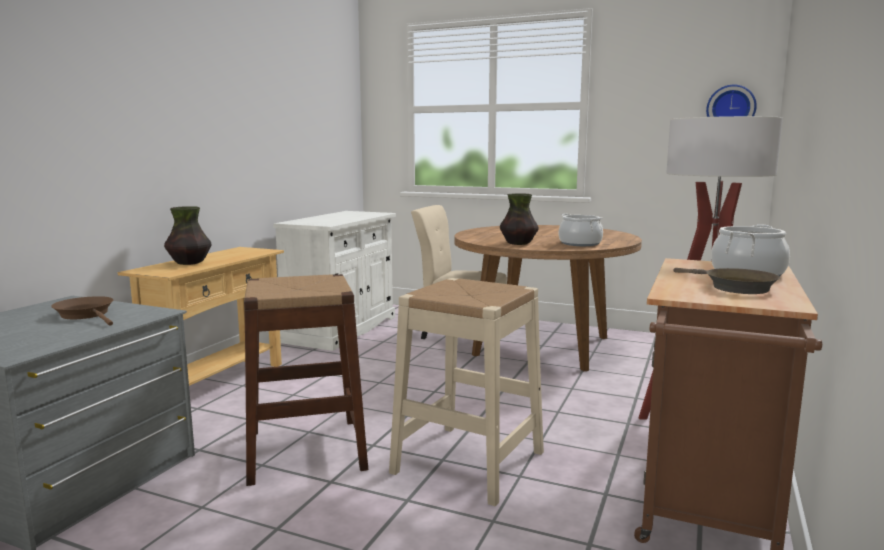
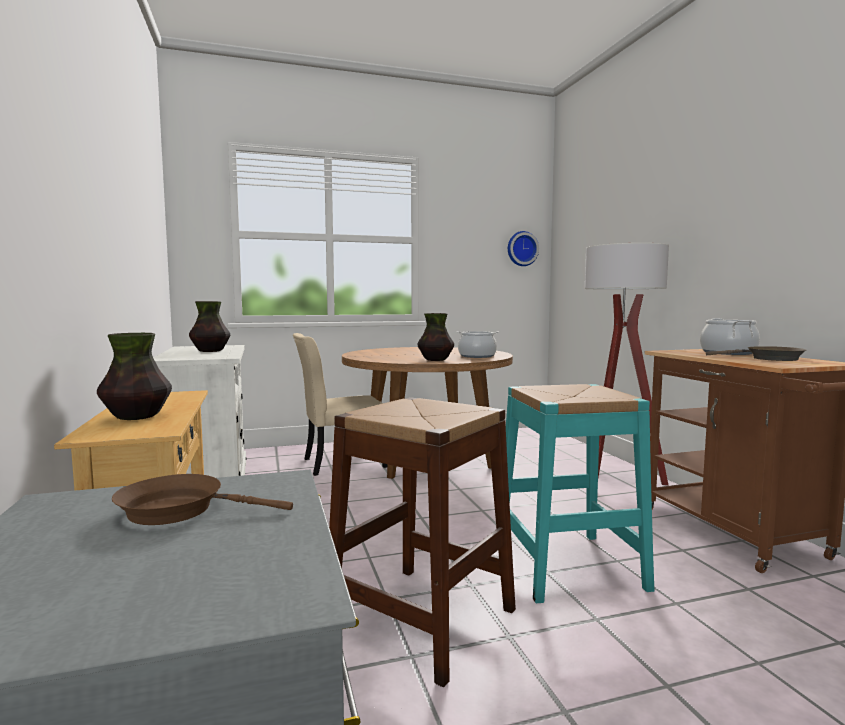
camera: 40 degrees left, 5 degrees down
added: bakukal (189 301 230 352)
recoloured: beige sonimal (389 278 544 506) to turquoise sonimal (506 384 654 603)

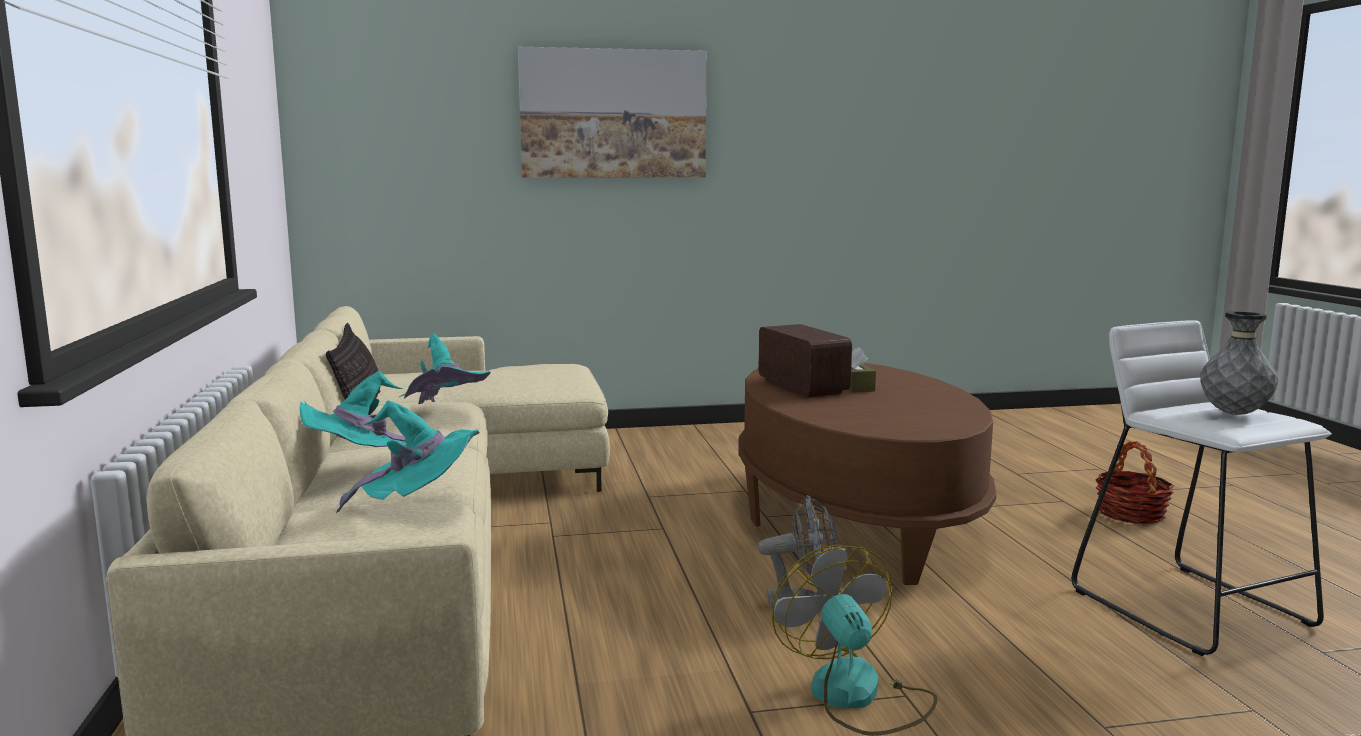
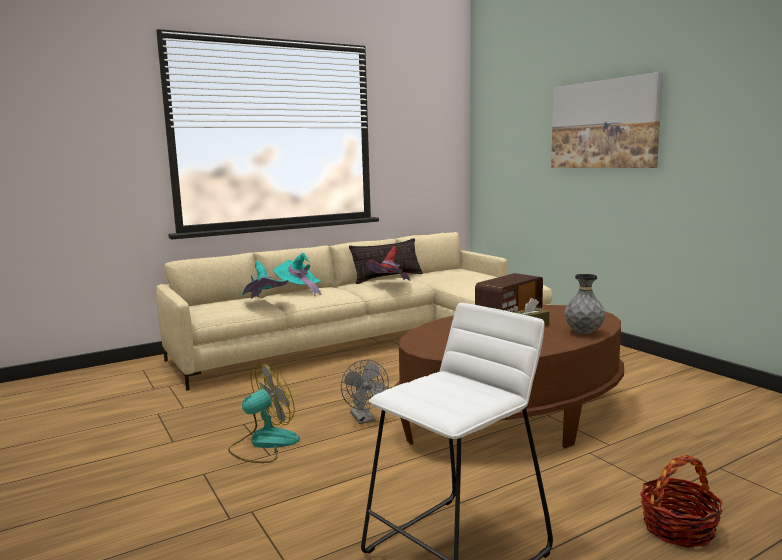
camera: 70 degrees right, 0 degrees up
moved: grey bakukal (1200 311 1278 415) to (564 274 605 334)
recoloured: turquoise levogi (399 334 491 404) to red levogi (366 246 411 281)

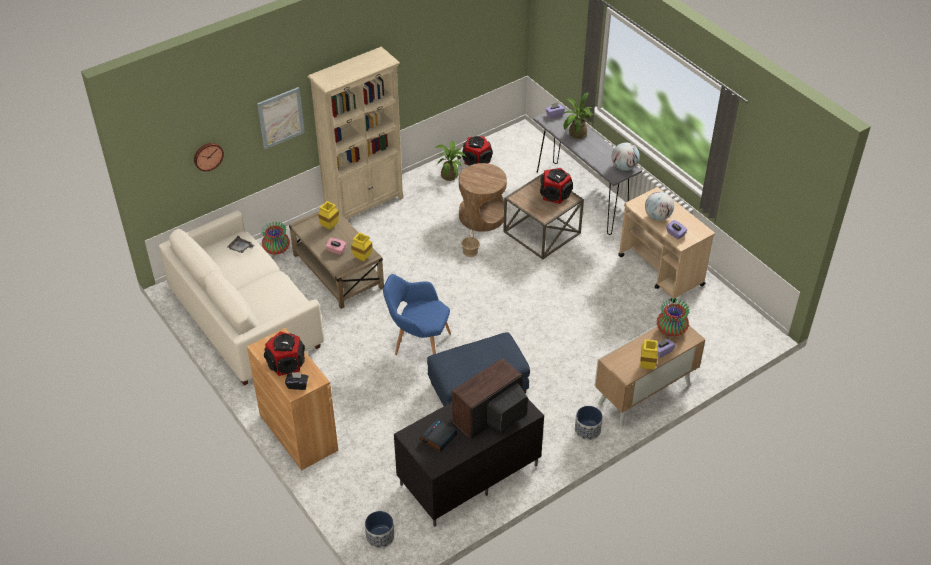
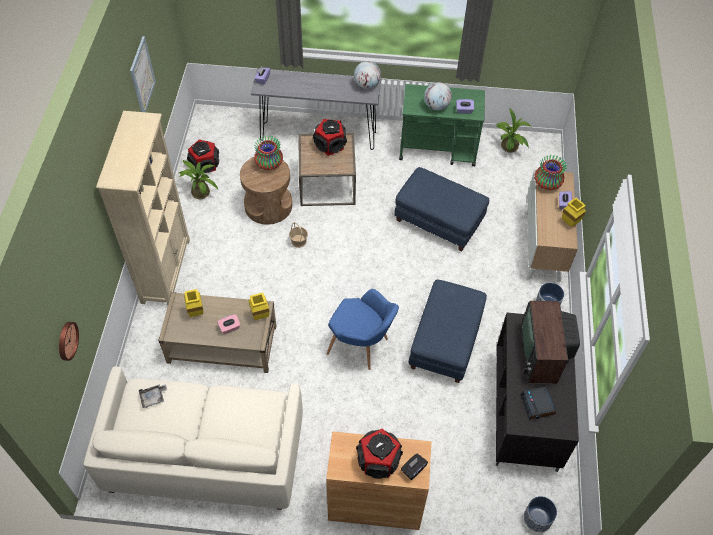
camera: 50 degrees left, 10 degrees up
added: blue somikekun (394 167 489 251)
moved: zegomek (257 87 305 149) to (130 36 156 112); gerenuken (563 92 594 139) to (496 109 531 152); bakukal (261 221 290 255) to (254 136 283 170)
recoloured: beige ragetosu (618 187 715 303) to green ragetosu (399 84 485 166)
turned: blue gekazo (383 274 451 355) = (327 289 399 370) 120 degrees counterclockwise

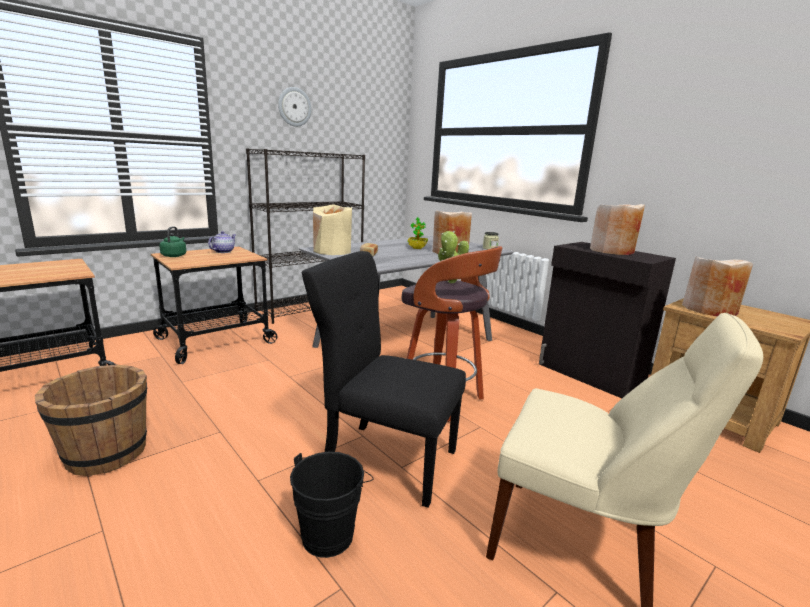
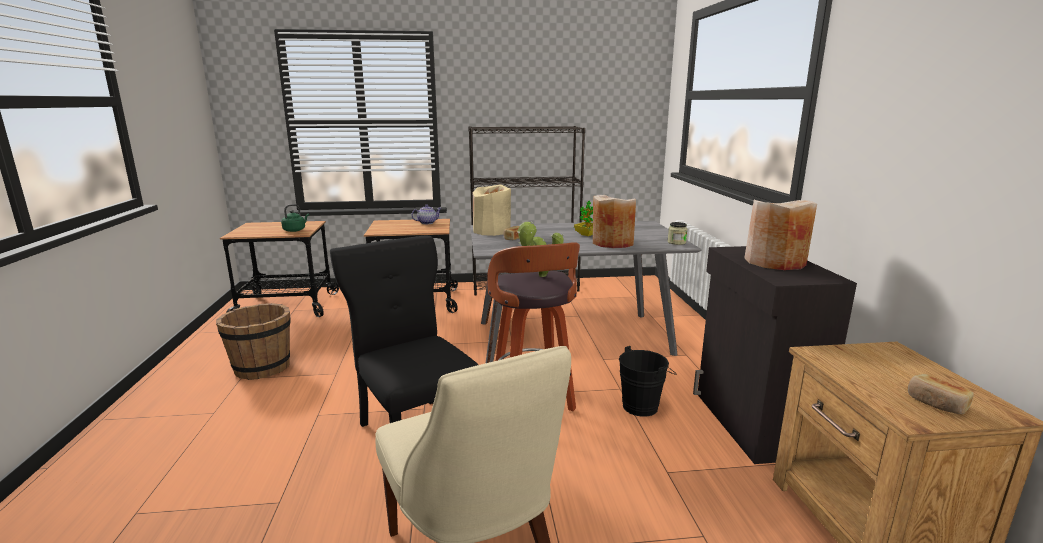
camera: 35 degrees right, 0 degrees up
removed: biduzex (278 87 312 127); beige bakukal (682 256 753 316)
added: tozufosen (908 374 974 414)
moved: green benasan (159 226 186 257) to (281 204 309 232); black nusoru (290 452 374 558) to (619 346 677 417)

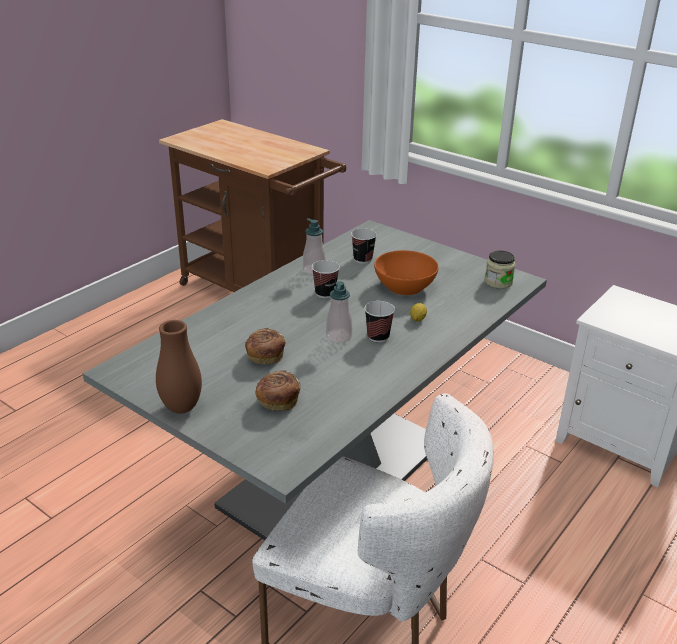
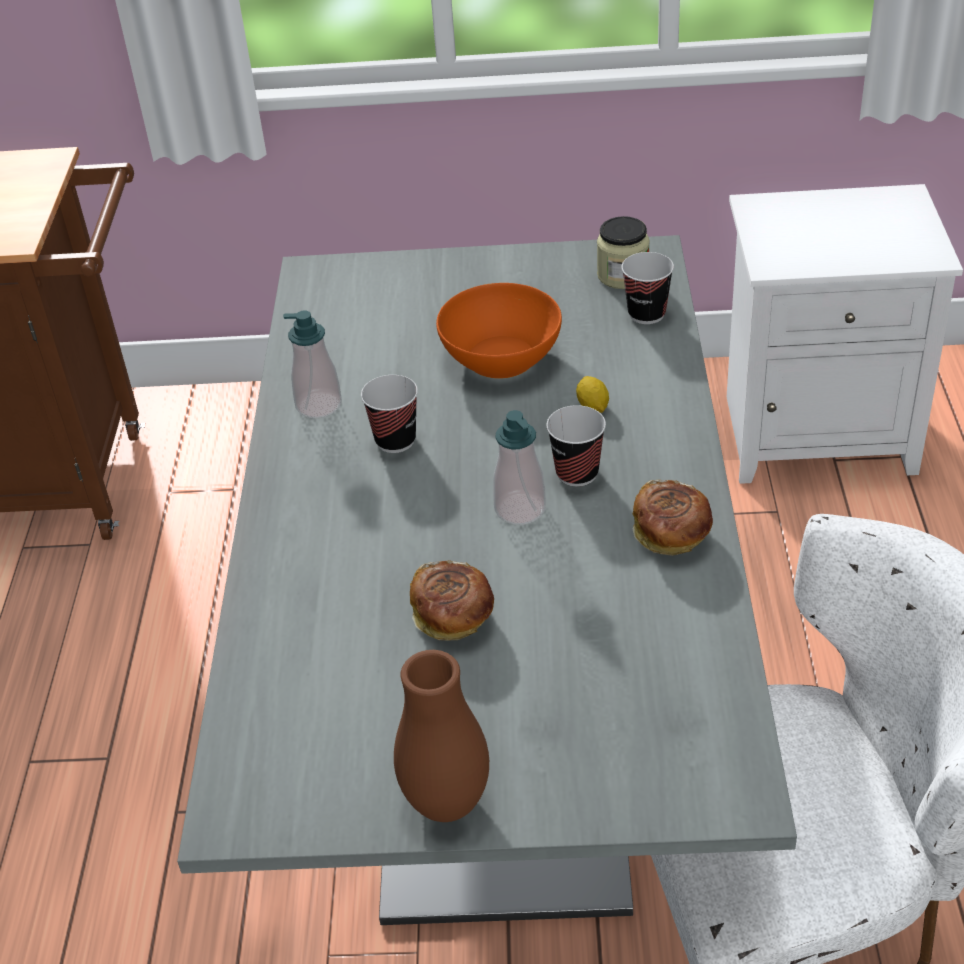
camera: 35 degrees left, 10 degrees up
moved: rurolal (351 228 377 264) to (621 252 674 324); tozufosen (255 370 300 411) to (632 480 713 556)

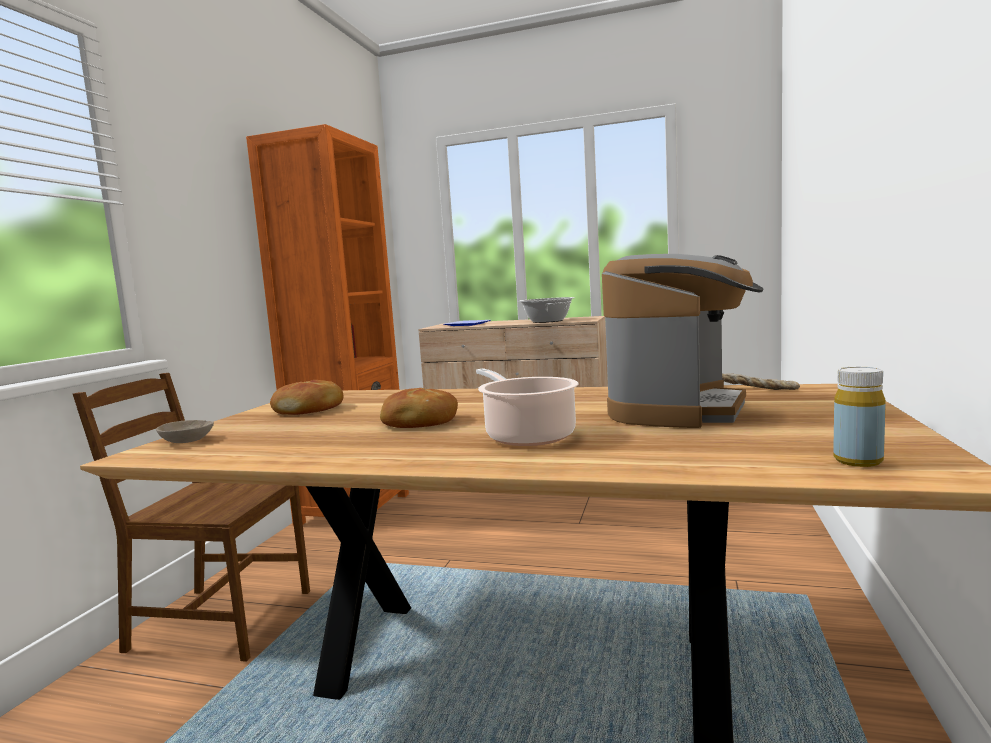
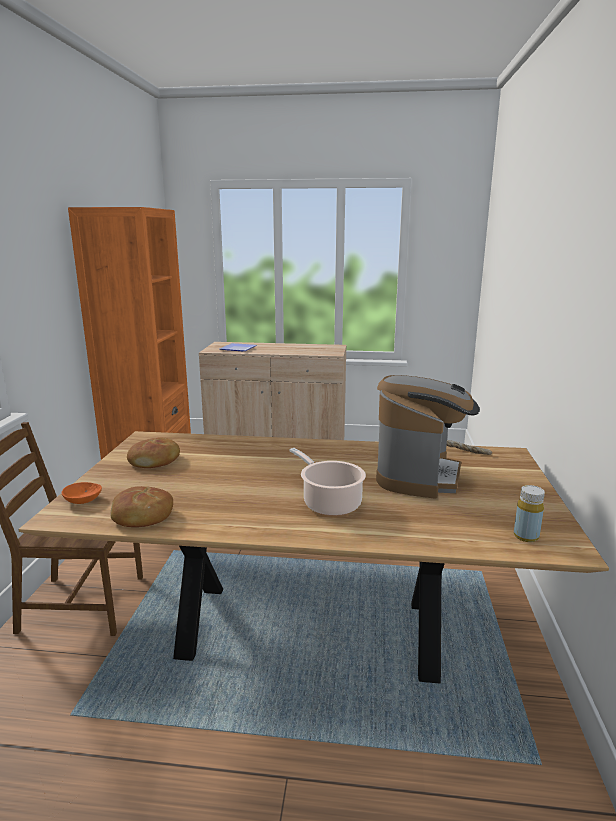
camera: 10 degrees left, 10 degrees up
removed: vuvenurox (519 297 574 323)
moved: tozufosen (380 388 458 428) to (111 486 173 527)
recoloured: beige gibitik (156 420 214 443) to orange gibitik (62 482 102 504)

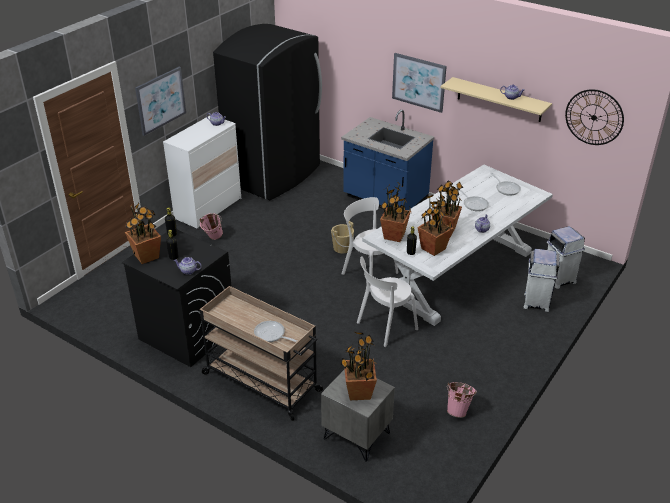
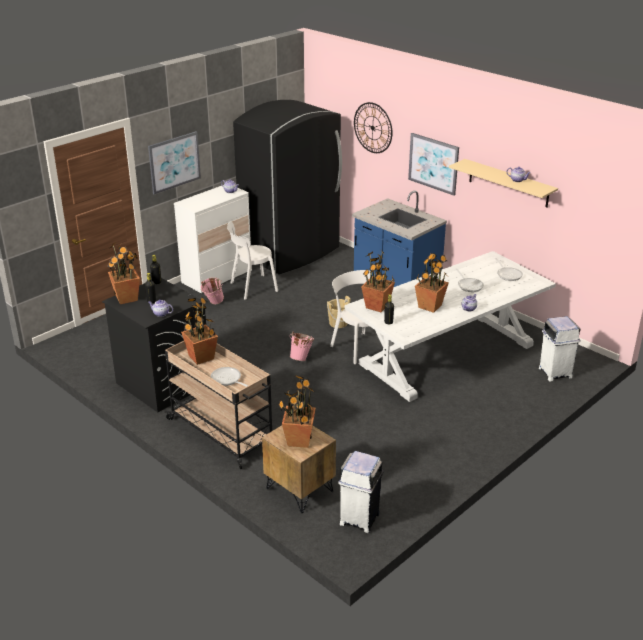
camera: 10 degrees right, 5 degrees down
moved: biduzex (565 89 624 145) to (354 102 392 153); gerenuken (417 194 453 256) to (181 296 218 365); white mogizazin (524 249 559 312) to (338 451 384 533); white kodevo (357 256 418 347) to (227 221 278 300); pink nusoru (447 382 476 418) to (290 331 314 361)
recoloured: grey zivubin (321 369 395 462) to brown zivubin (262 425 336 513)

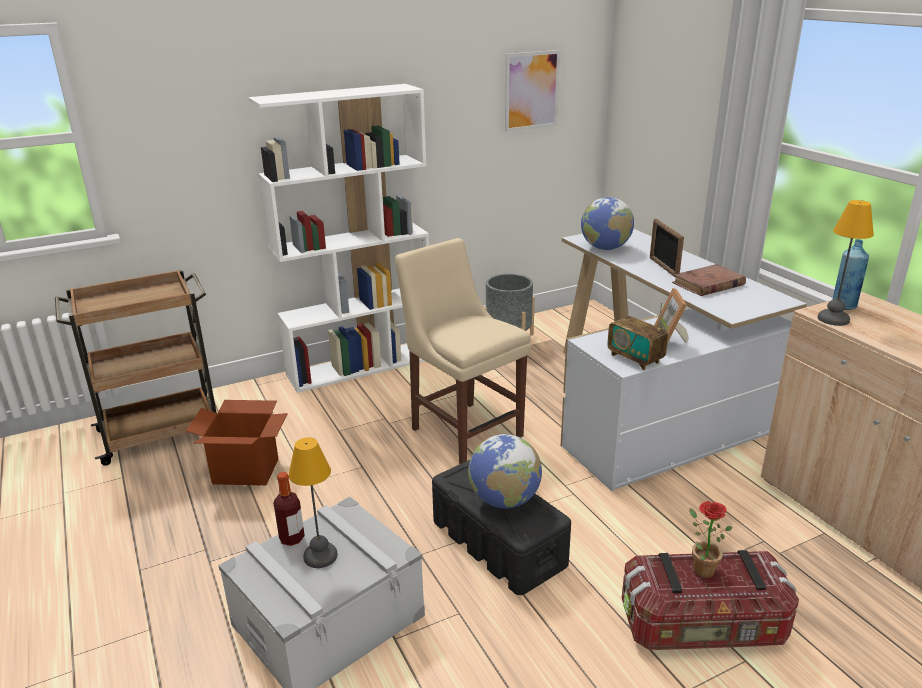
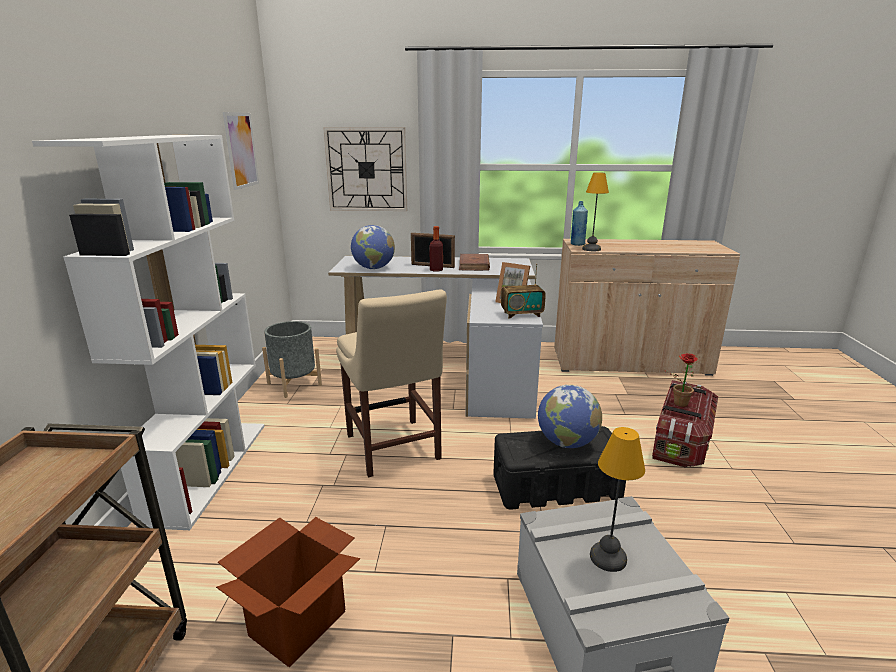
camera: 60 degrees left, 5 degrees down
added: biduzex (323 127 407 211)
moved: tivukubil (274 472 305 546) to (429 226 443 272)
turned: beige kodevo (395 238 531 464) = (336 290 447 477) 105 degrees counterclockwise

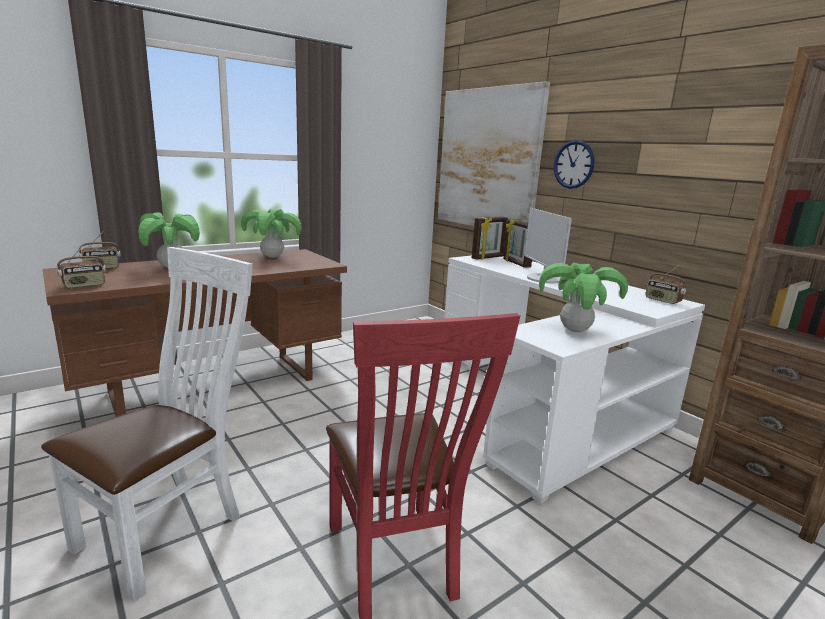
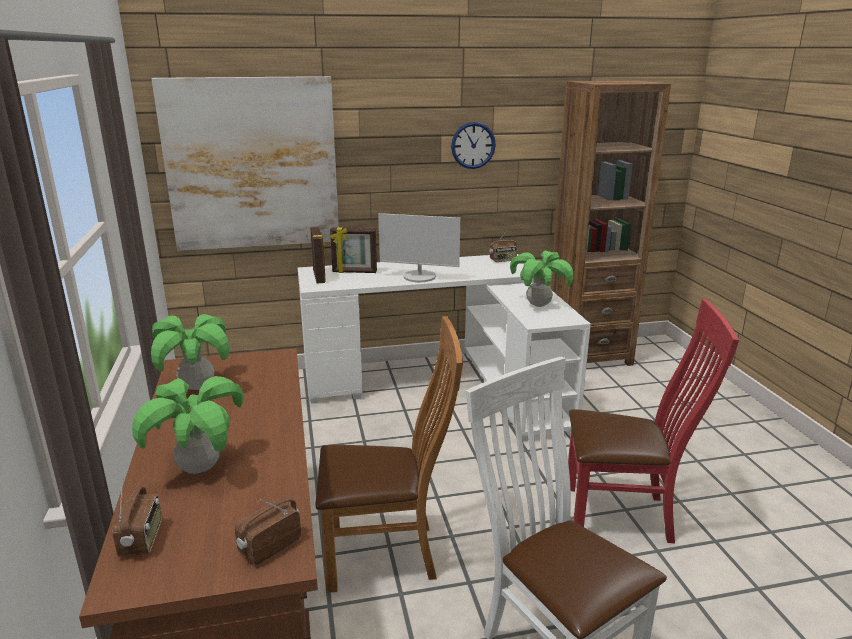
camera: 65 degrees left, 5 degrees up
added: brown kodevo (315 316 463 593)
moved: biduzex (554 140 594 189) to (451 122 496 169)
turned: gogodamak (57 243 106 288) = (235 497 301 565) 120 degrees counterclockwise

